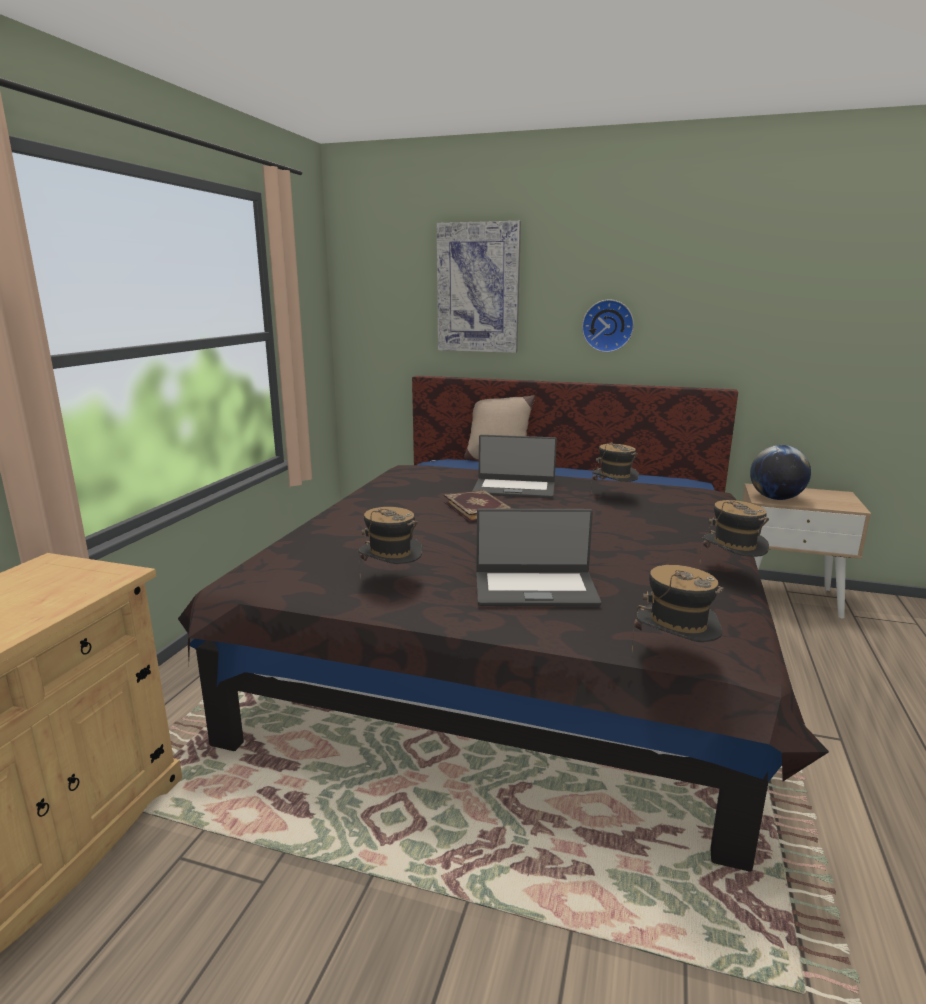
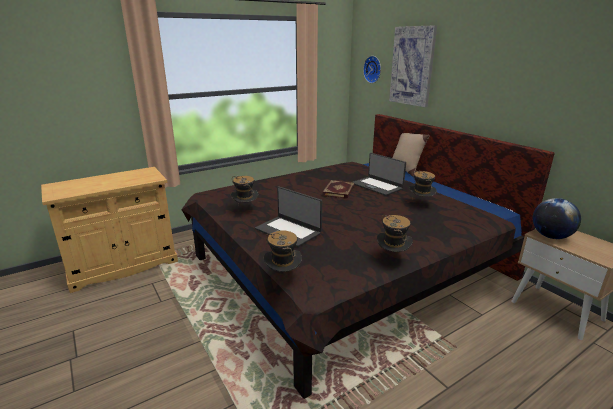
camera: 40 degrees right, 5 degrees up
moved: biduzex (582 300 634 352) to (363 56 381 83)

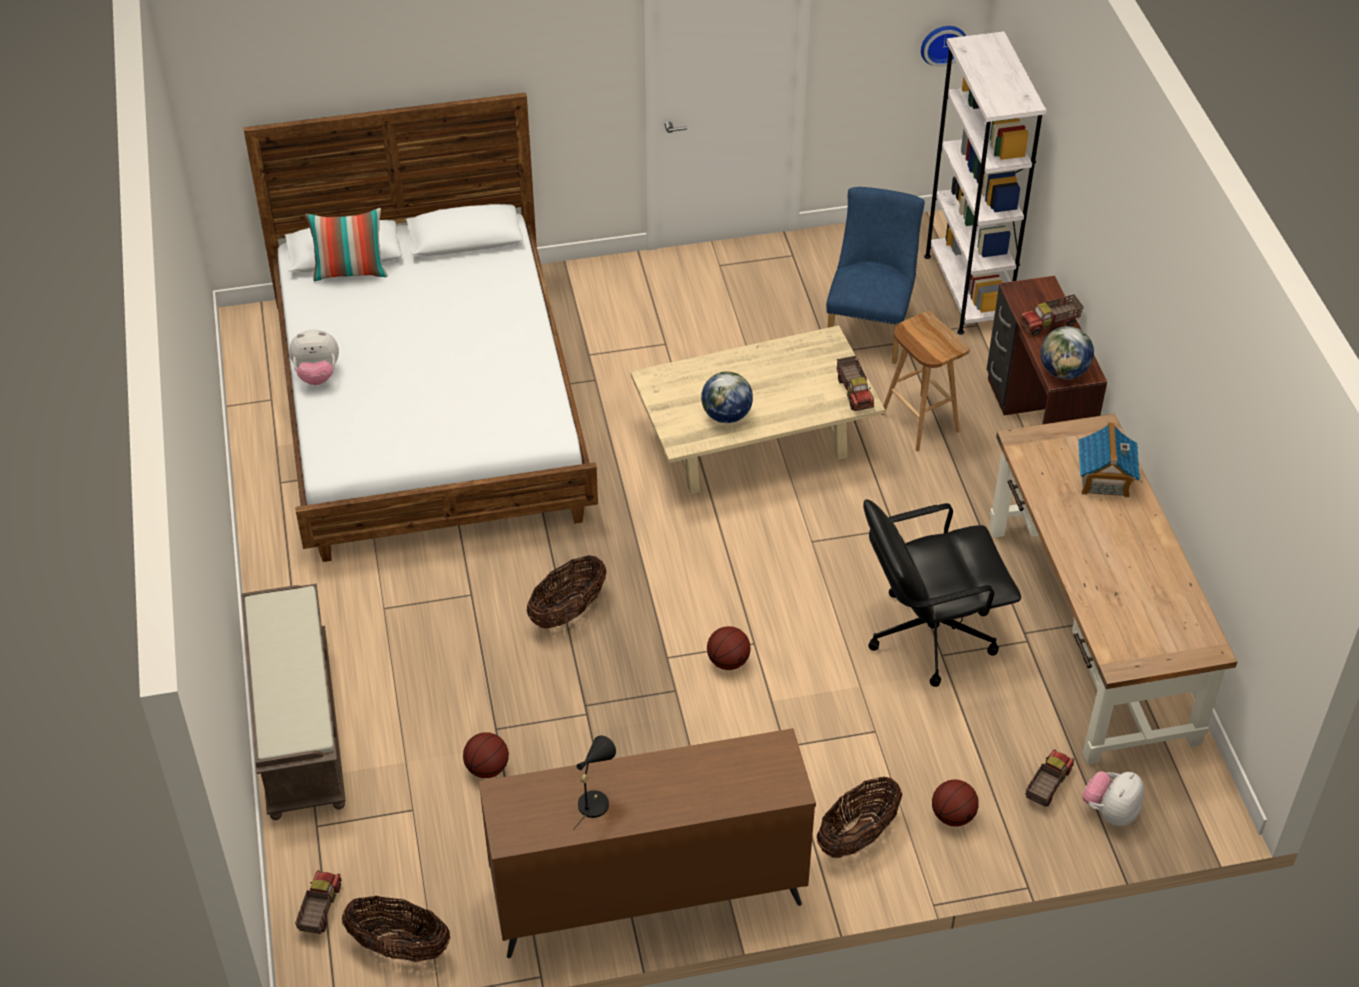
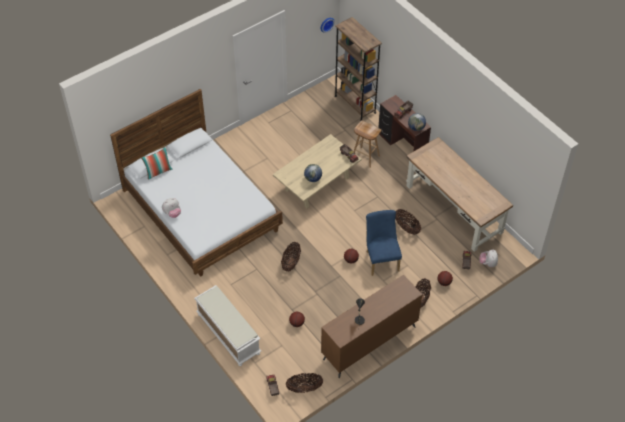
camera: 25 degrees left, 5 degrees up
removed: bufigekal (1078 421 1140 498)
moved: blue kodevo (826 187 925 364) to (366 210 402 276)
replaced: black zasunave (863 499 1021 687) to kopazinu (395 209 421 235)
recoloured: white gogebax (924 31 1047 335) to brown gogebax (335 17 382 121); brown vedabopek (241 584 346 820) to white vedabopek (194 285 261 366)

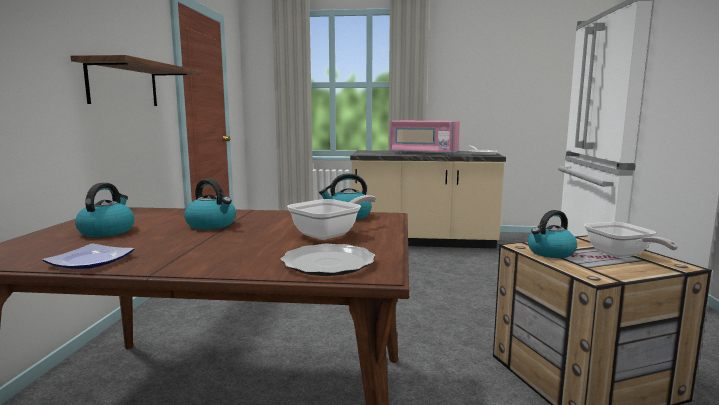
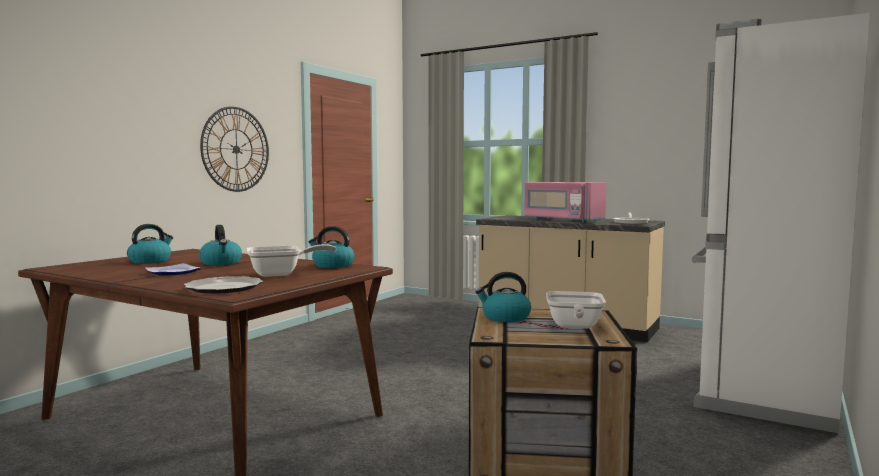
camera: 25 degrees right, 5 degrees down
moved: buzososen (42 243 134 269) to (145 263 201 276)
replaced: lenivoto (71 55 201 106) to biduzex (200 106 269 192)

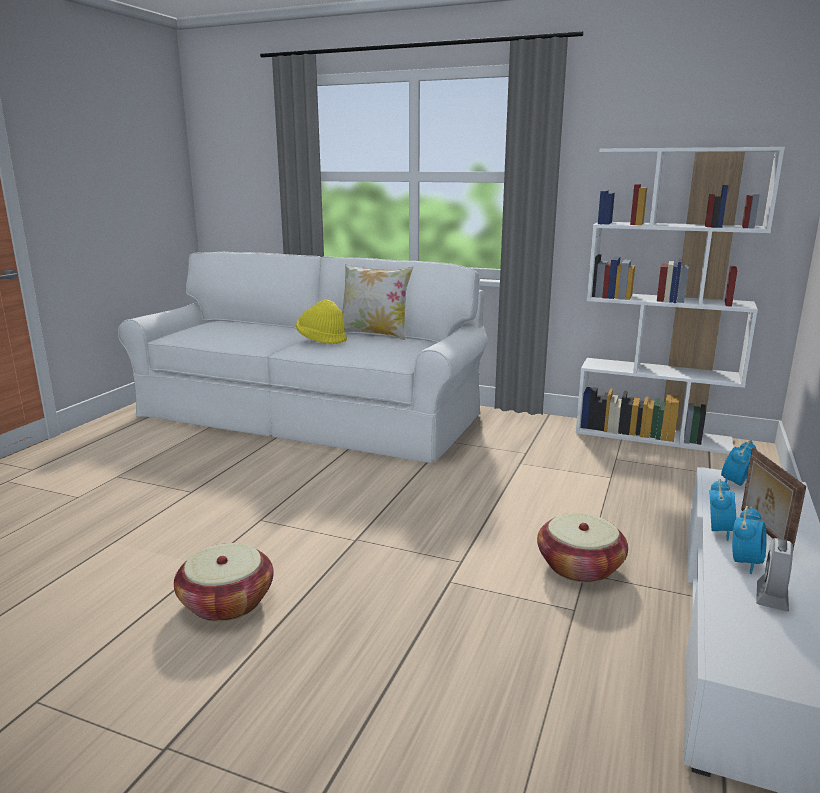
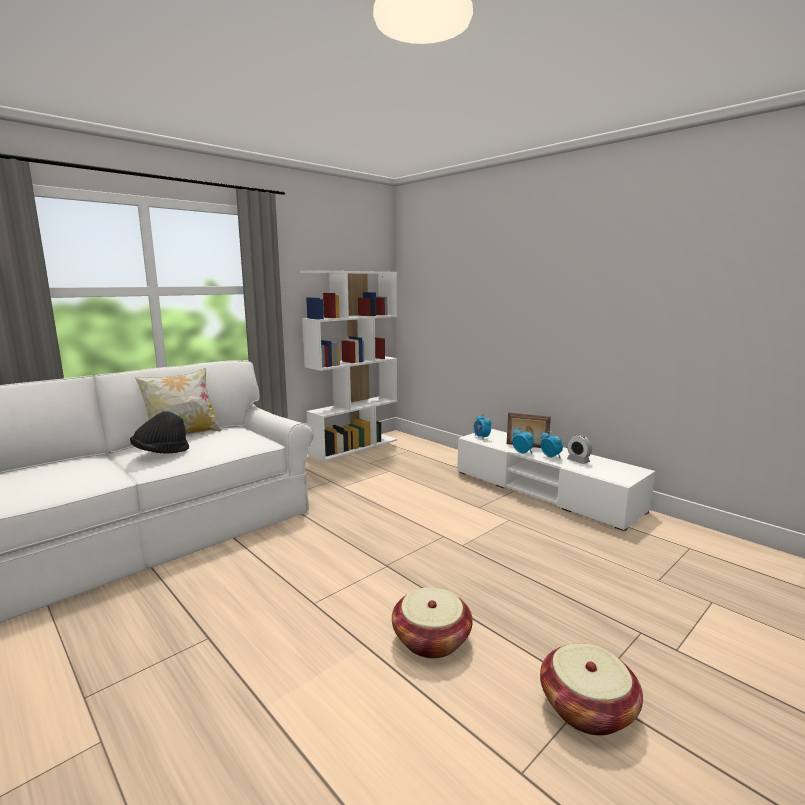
camera: 65 degrees left, 5 degrees down
moved: kopazinu (537 513 628 583) to (540 643 643 736)
recoloured: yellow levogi (296 300 347 344) to black levogi (130 411 189 454)

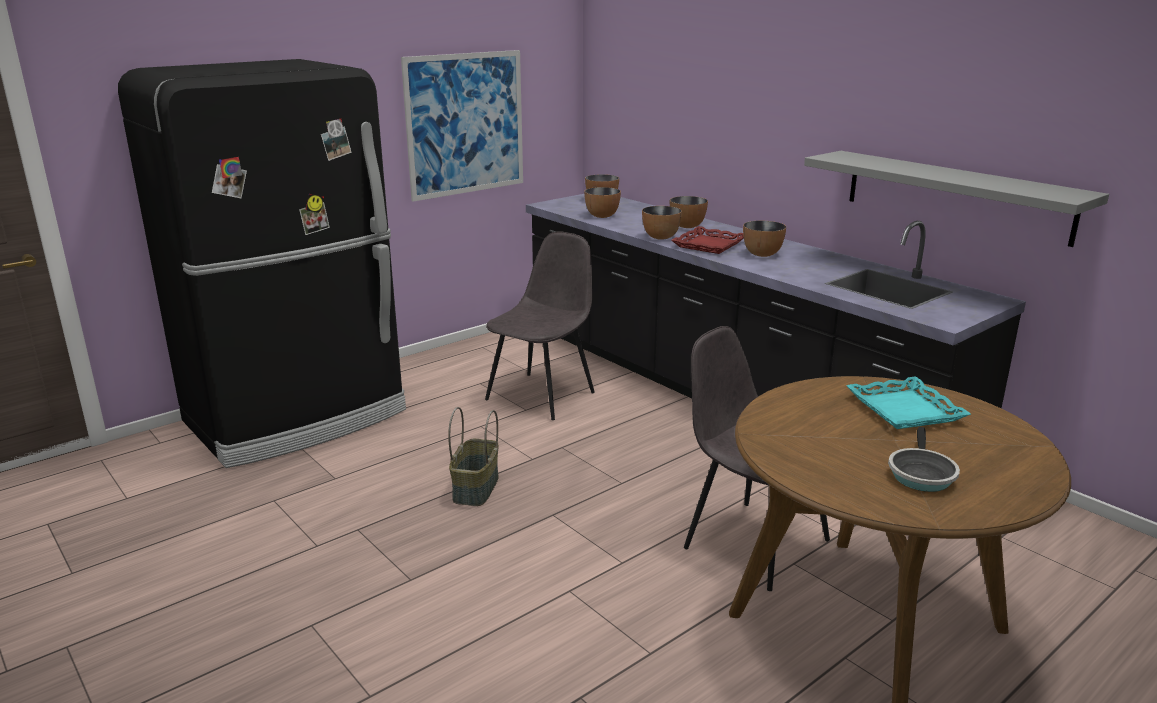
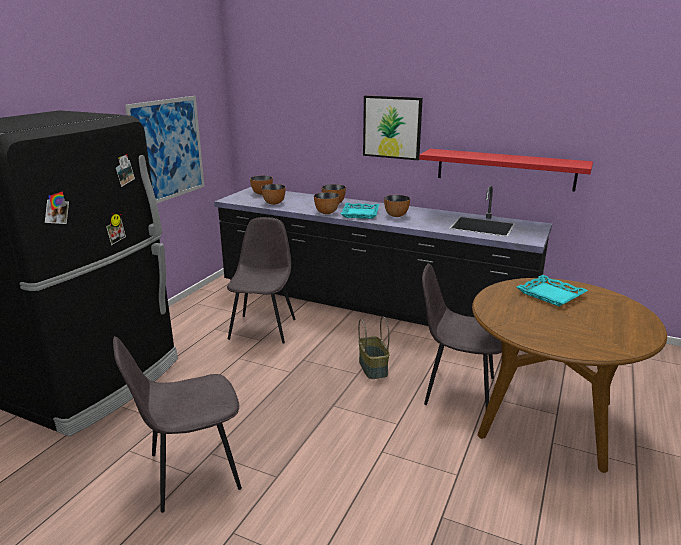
camera: 25 degrees left, 0 degrees up
removed: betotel (888 427 960 492)
added: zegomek (363 95 423 160); grey kodevo (113 336 242 513)
moved: kopazinu (448 407 498 506) to (358 316 389 379)
recoloured: grey lenivoto (804 151 1109 247) to red lenivoto (419 149 593 191); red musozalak (671 226 744 254) to turquoise musozalak (341 203 379 219)

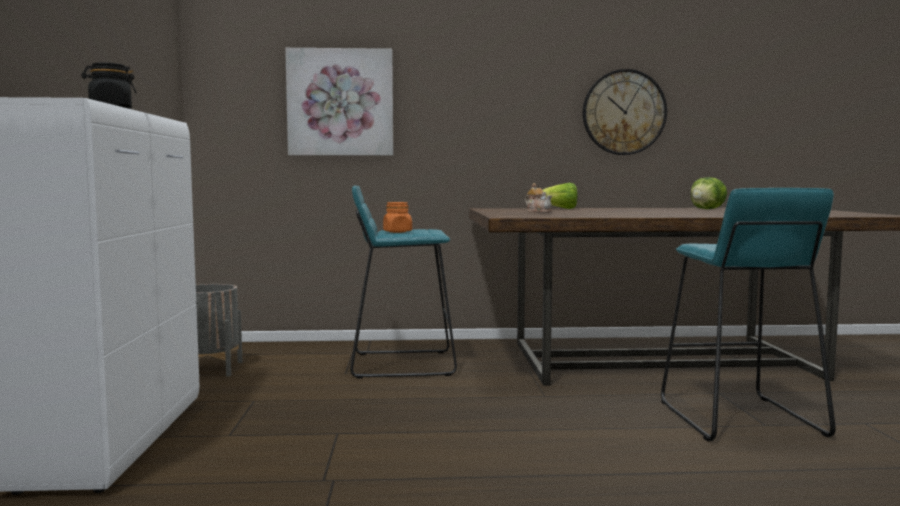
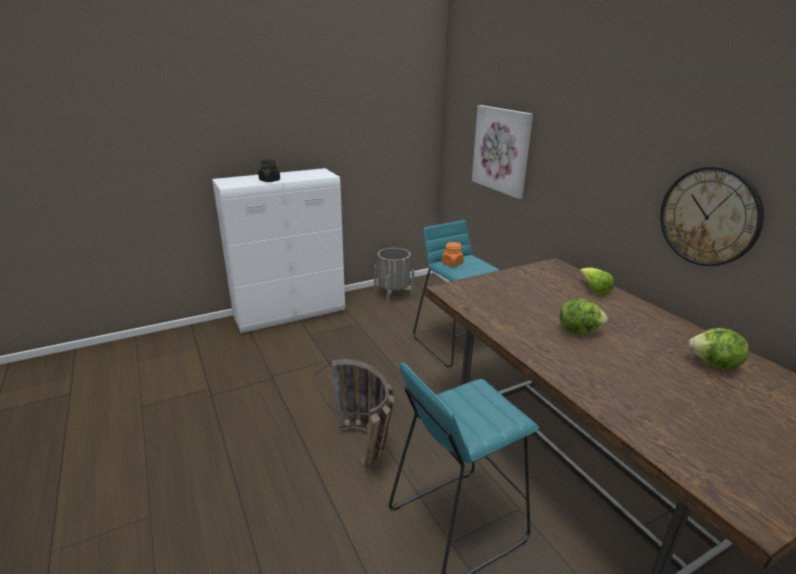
camera: 65 degrees right, 20 degrees up
removed: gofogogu (525 183 552 213)
added: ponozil (560 298 608 335); kopazinu (314 359 394 468)

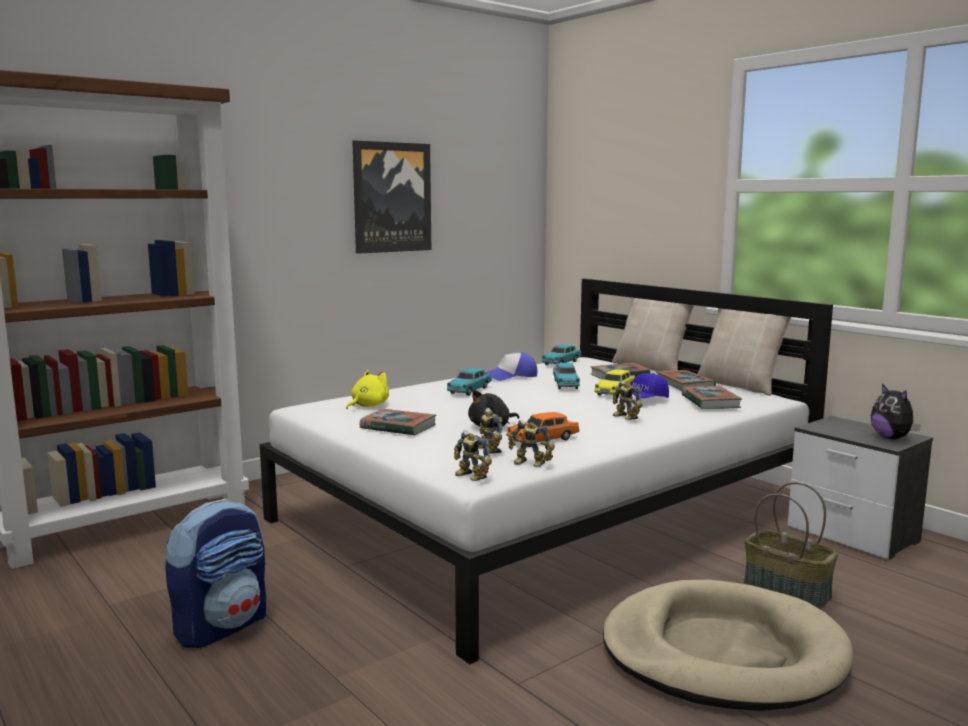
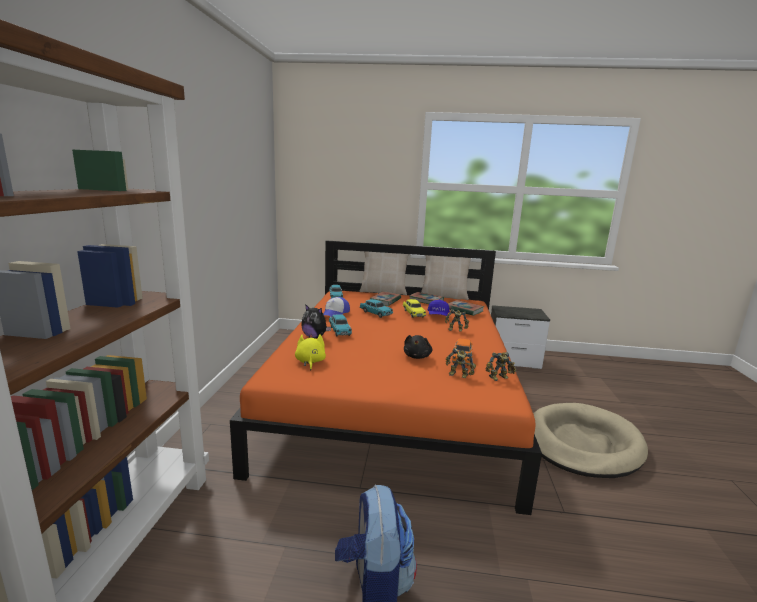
camera: 45 degrees left, 5 degrees up
removed: zegomek (352 140 431 254); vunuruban (360 409 436 436); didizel (454 430 492 481); kopazinu (744 482 838 609)
moved: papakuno (871 384 921 439) to (301 304 331 338)
recoloured: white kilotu (260 278 833 664) to orange kilotu (230 240 542 515)

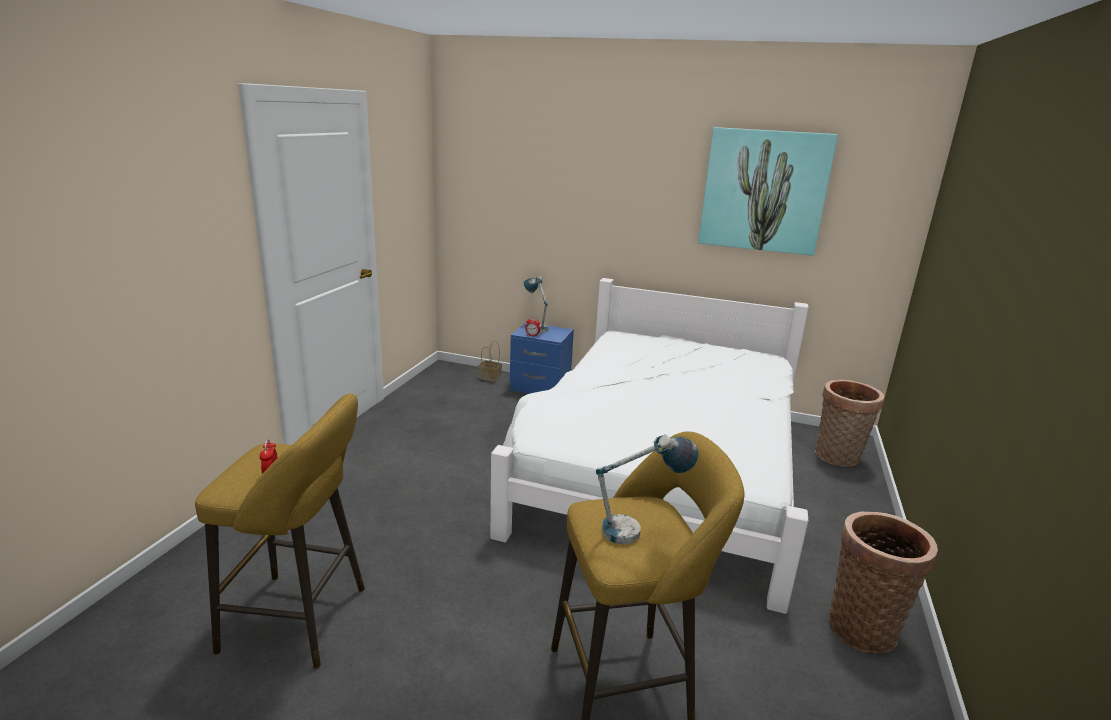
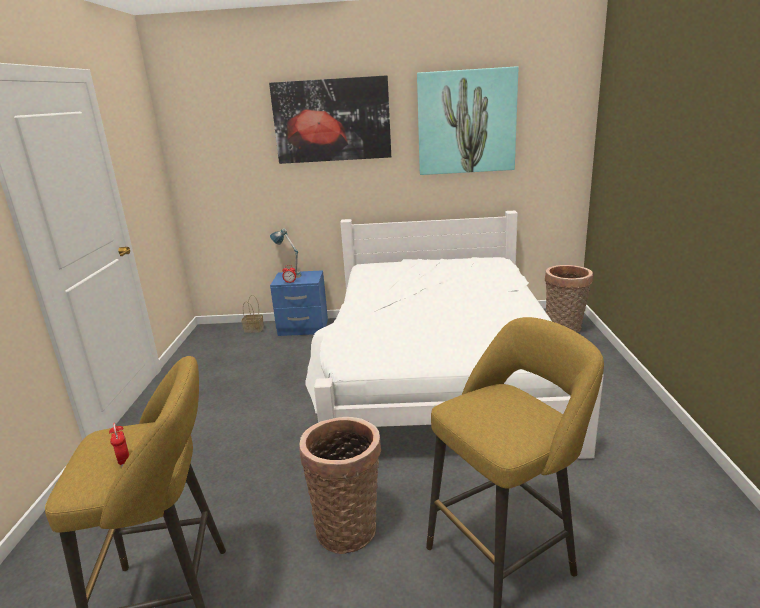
camera: 15 degrees left, 0 degrees up
removed: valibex (596 434 699 544)
added: zegomek (269 75 391 164)
moved: kopazinu (828 512 938 654) to (299 417 381 554)

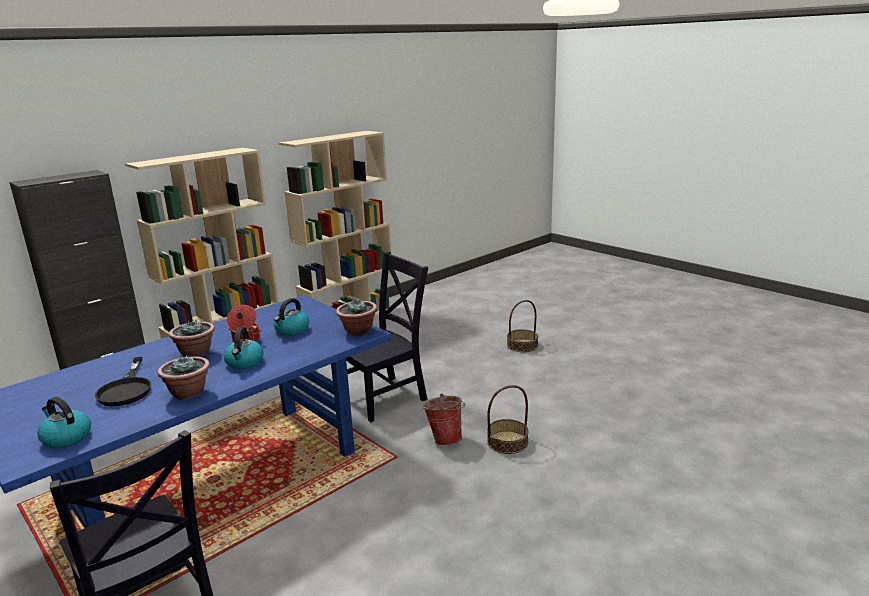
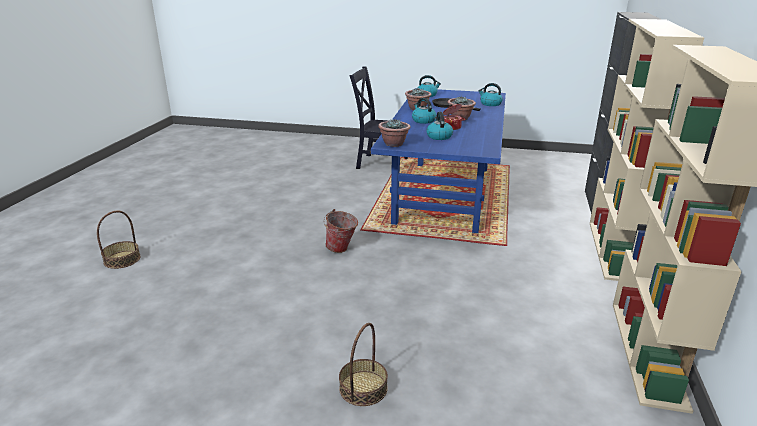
camera: 145 degrees right, 5 degrees up
removed: black kodevo (346 252 429 422)
added: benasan (478 83 503 106)
moved: kopazinu (487 385 529 454) to (97 211 141 269)

